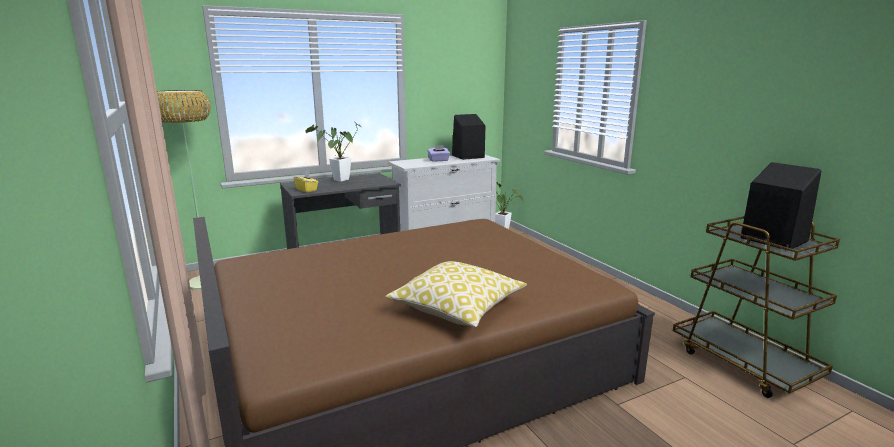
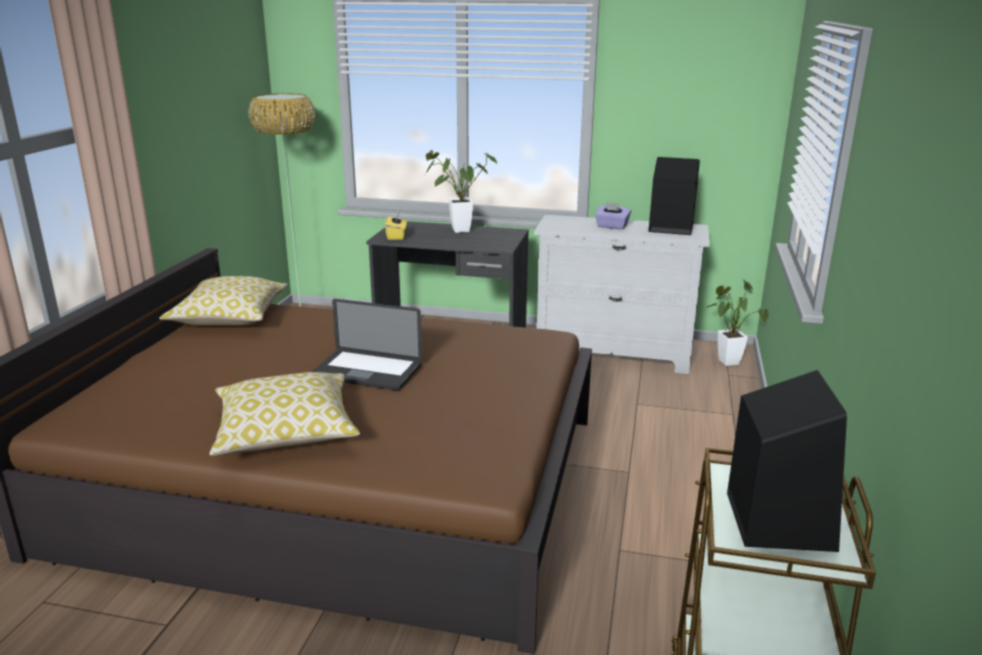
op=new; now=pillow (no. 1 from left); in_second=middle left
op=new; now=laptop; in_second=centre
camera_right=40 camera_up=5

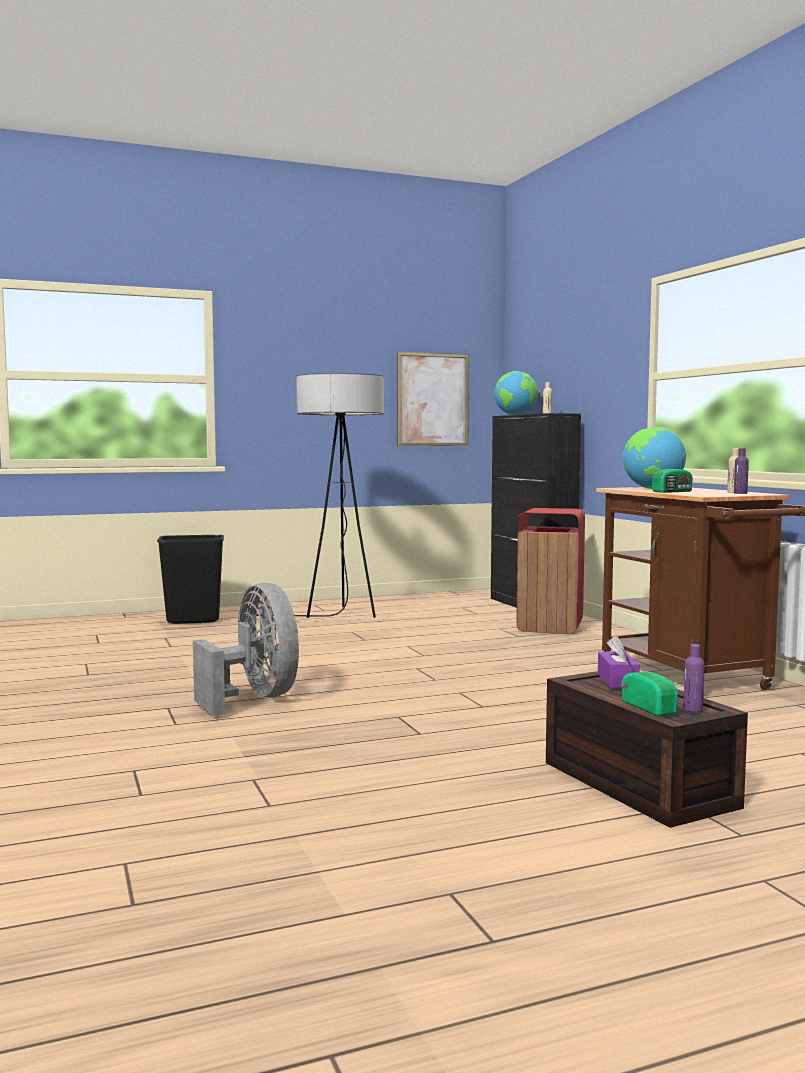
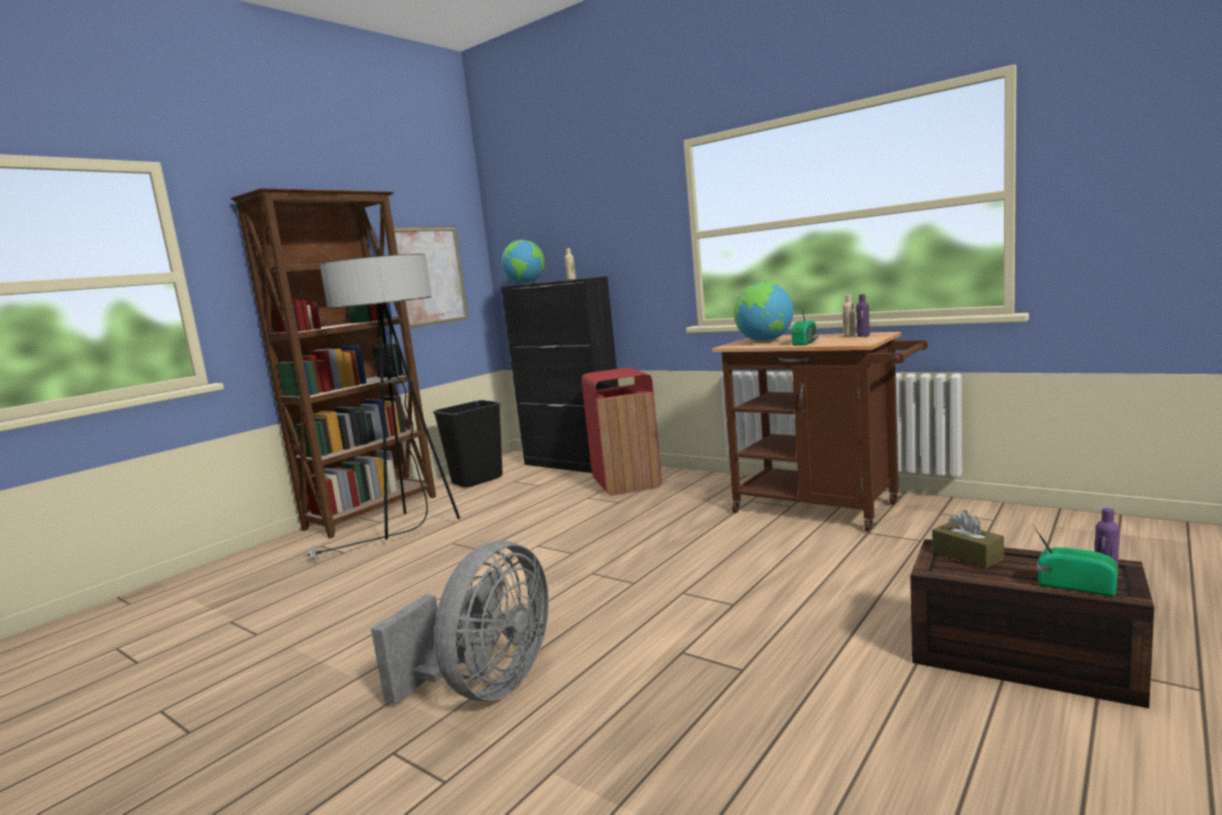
op=shifted; was=black_trash_can; in_first=middle left; in_second=centre
op=rotated; was=grey_fan; in_first=middle left; in_second=bottom centre; clockwise=90
op=repainted; was=purple_tissue_box; now=brown_tissue_box; in_first=middle right; in_second=middle right
op=new; now=brown_bookcase; in_second=middle left
camera_right=-30 camera_up=5

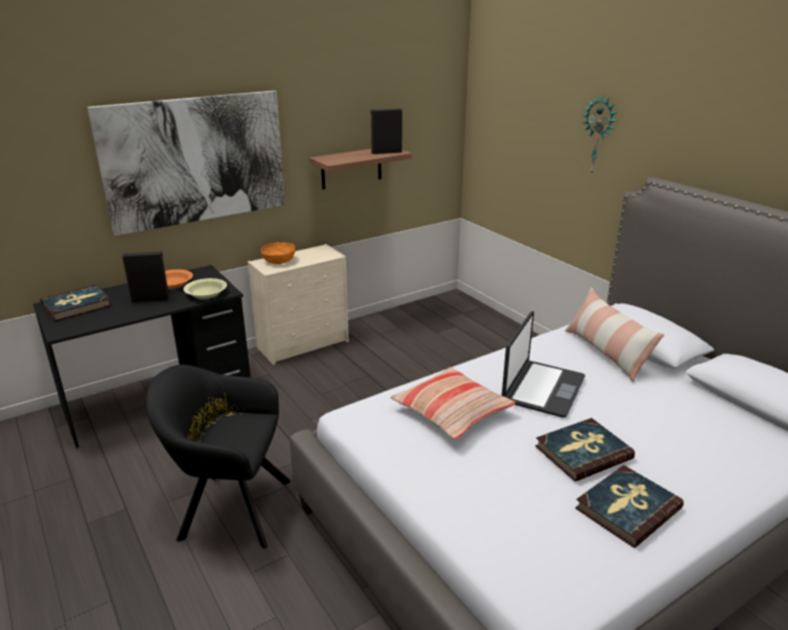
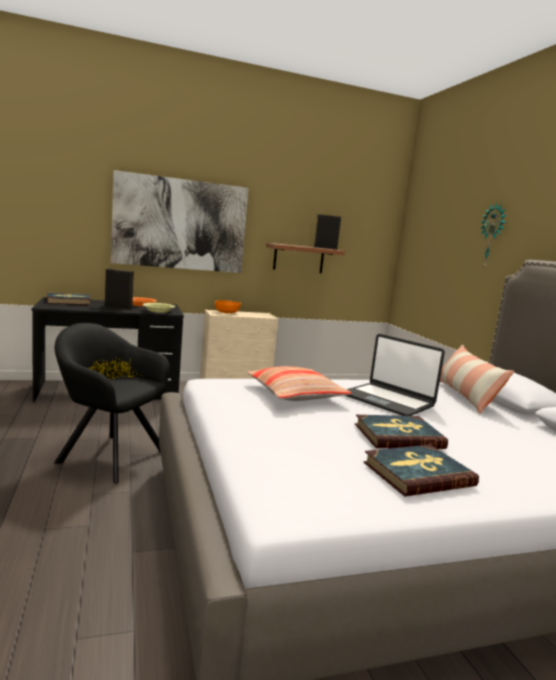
op=rotated; was=laptop; in_first=middle right; in_second=middle right; clockwise=90
camera_right=15 camera_up=-15

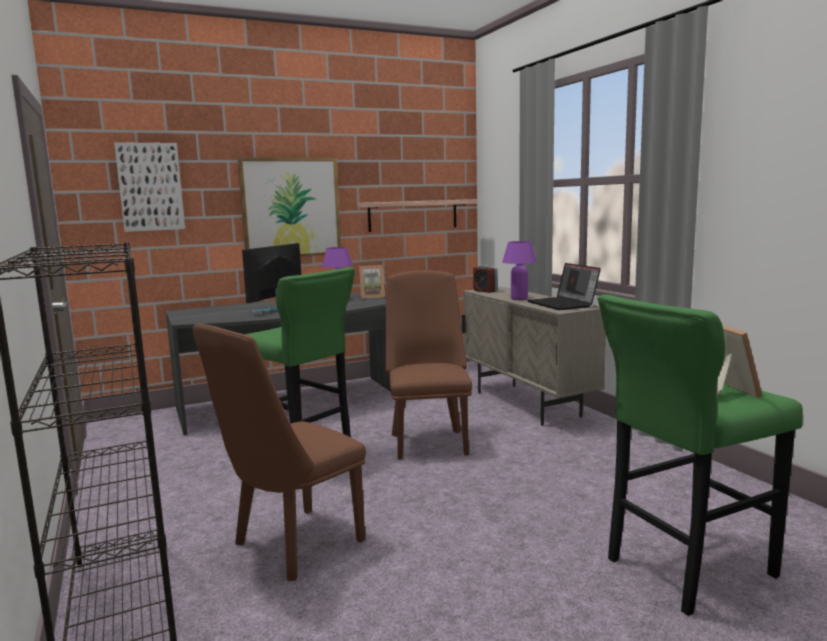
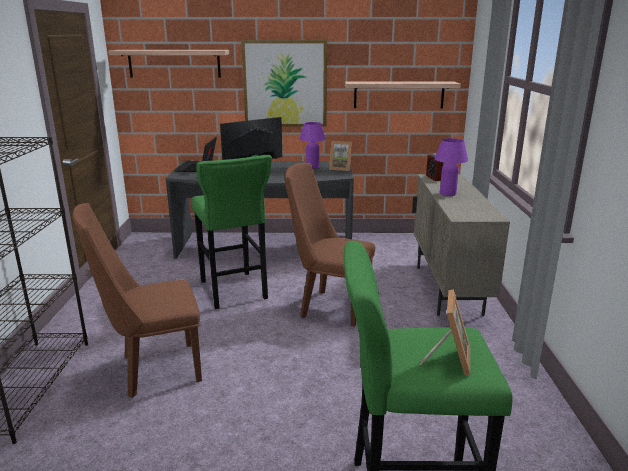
op=swapped; was=picture (no. 1 from left); now=shelf (no. 1 from left); in_first=top left; in_second=top left
op=rotated; was=brown_chair (no. 2 from left); in_first=centre; in_second=centre; clockwise=-90
op=shifted; was=laptop; in_first=middle right; in_second=top left
camera_right=25 camera_up=10

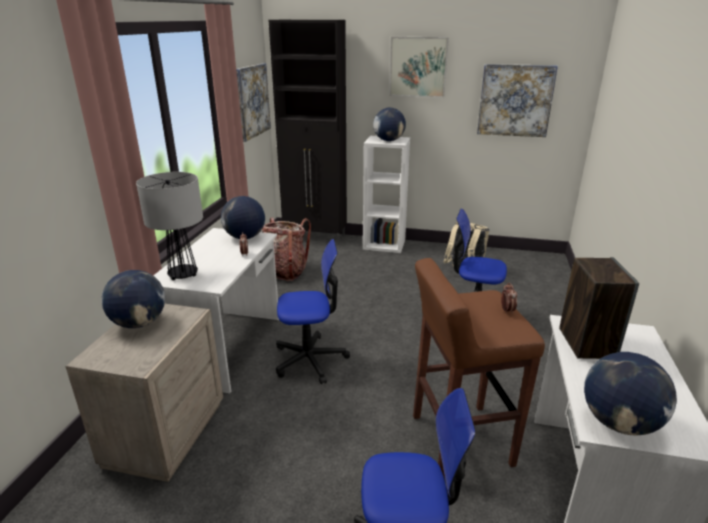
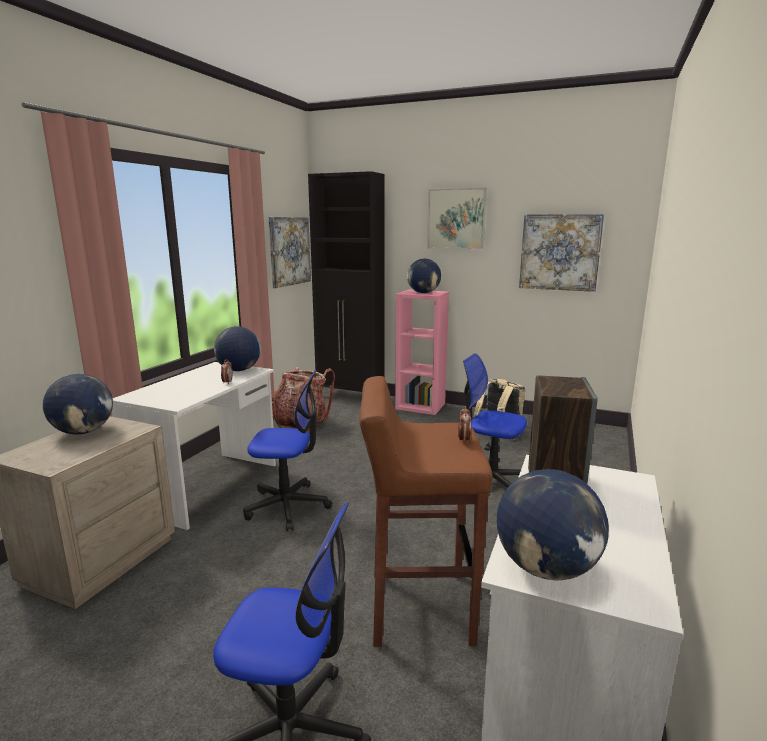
op=gone; was=table_lamp; in_first=middle left
op=repainted; was=white_bookcase; now=pink_bookcase; in_first=centre; in_second=centre
camera_right=10 camera_up=-10

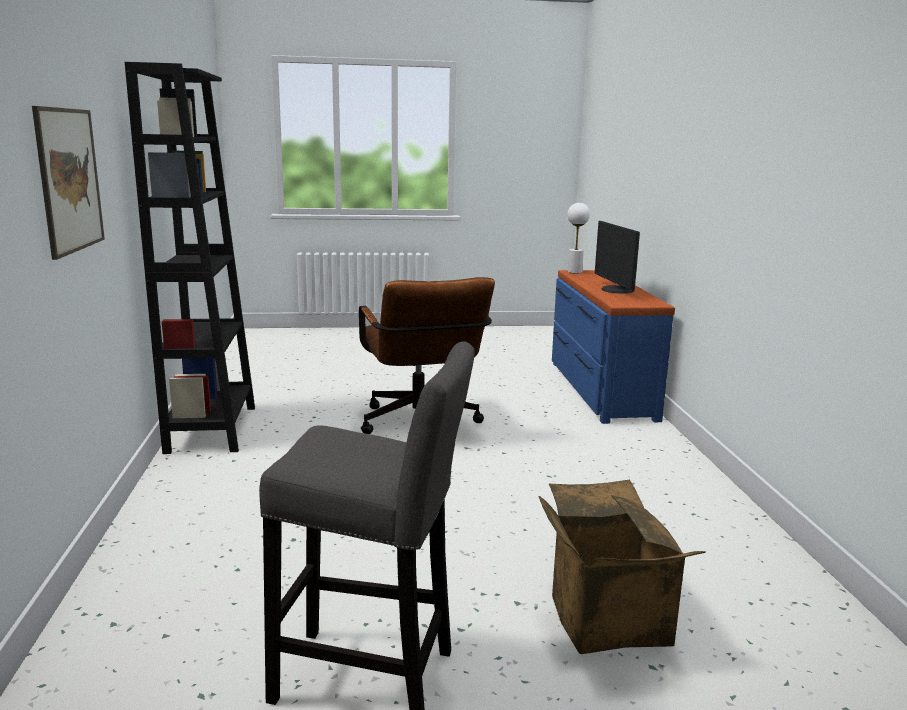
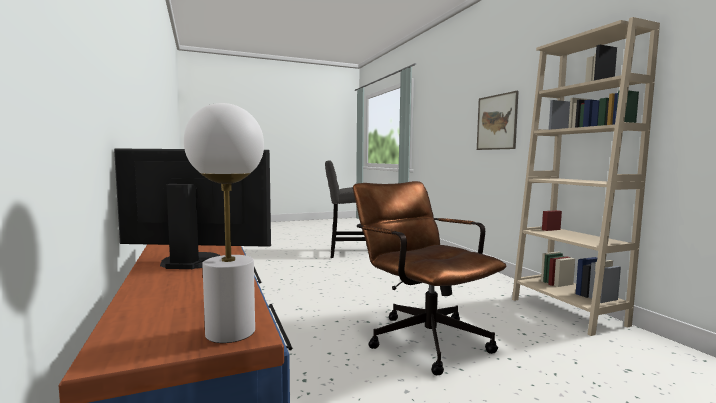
op=repainted; was=black_bookcase; now=beige_bookcase; in_first=middle left; in_second=middle right
op=gone; was=cardboard_box; in_first=bottom right
op=rotated; was=monitor; in_first=middle right; in_second=middle left; clockwise=-60
camera_right=165 camera_up=-10

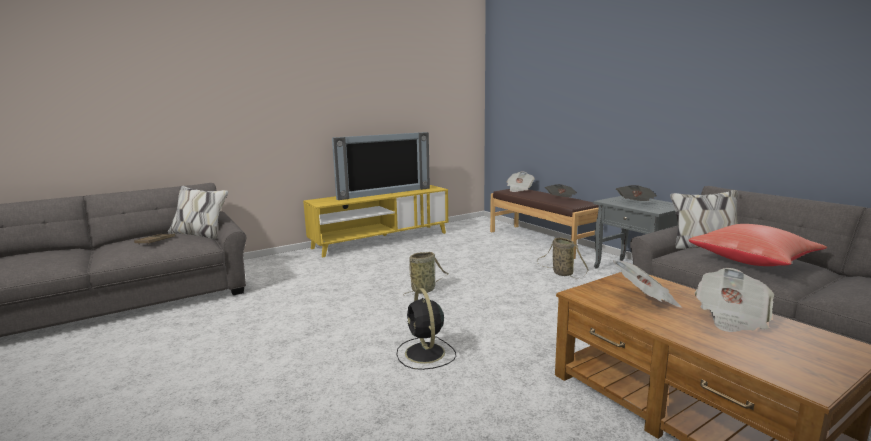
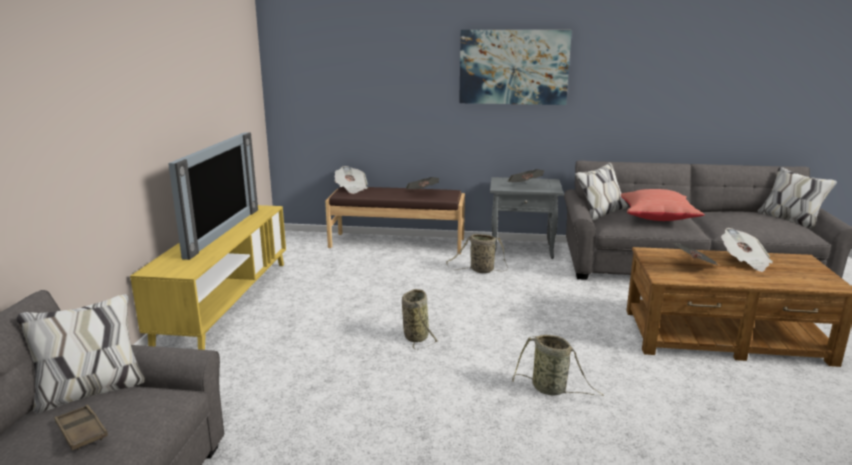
op=swapped; was=black_fan; now=basket (no. 3 from left); in_first=bottom centre; in_second=bottom centre
op=new; now=picture; in_second=top centre
camera_right=-50 camera_up=5

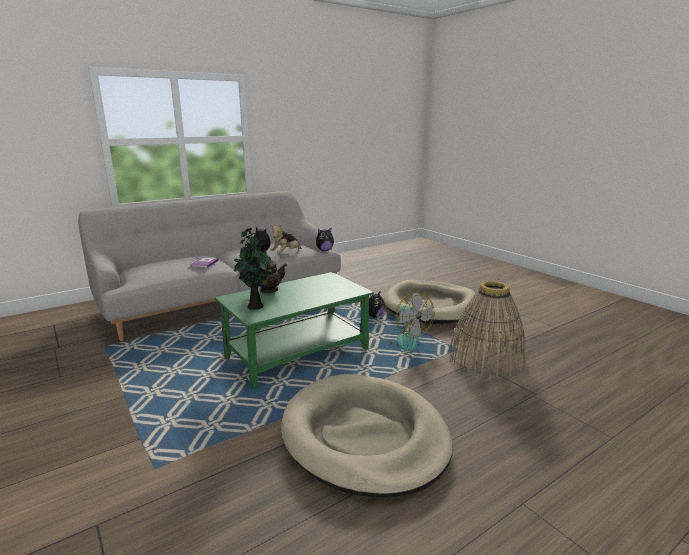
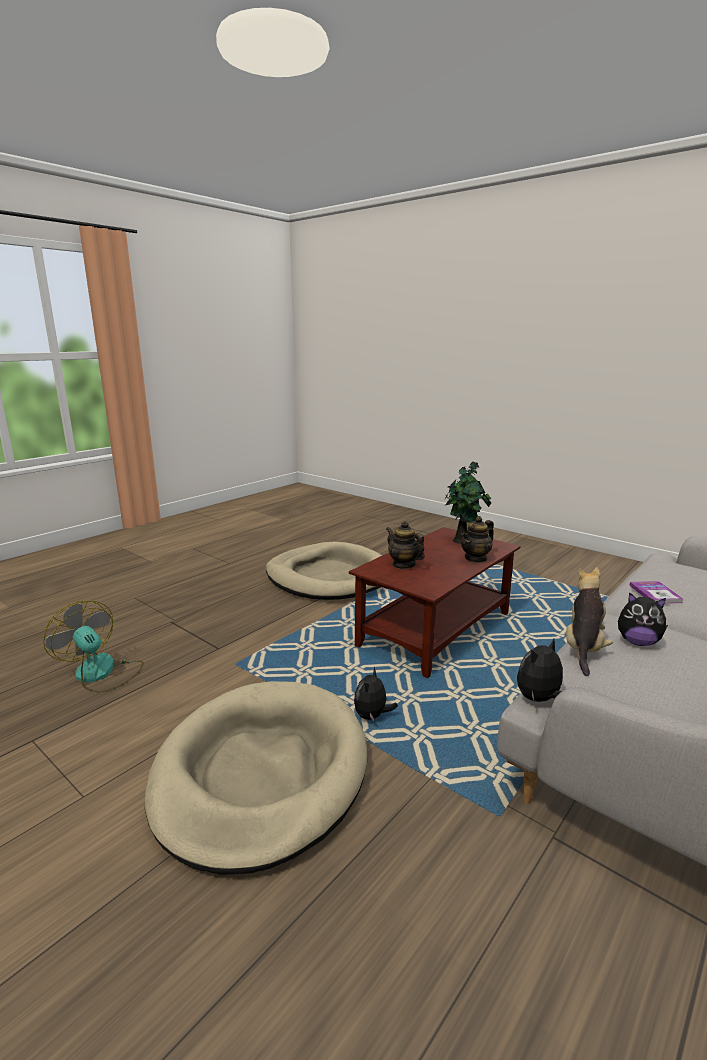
op=repainted; was=green_coffee_table; now=brown_coffee_table; in_first=centre; in_second=centre
op=shifted; was=fan; in_first=centre; in_second=middle left
op=gone; was=basket; in_first=middle right
op=new; now=teapot (no. 1 from left); in_second=centre
camera_right=165 camera_up=0

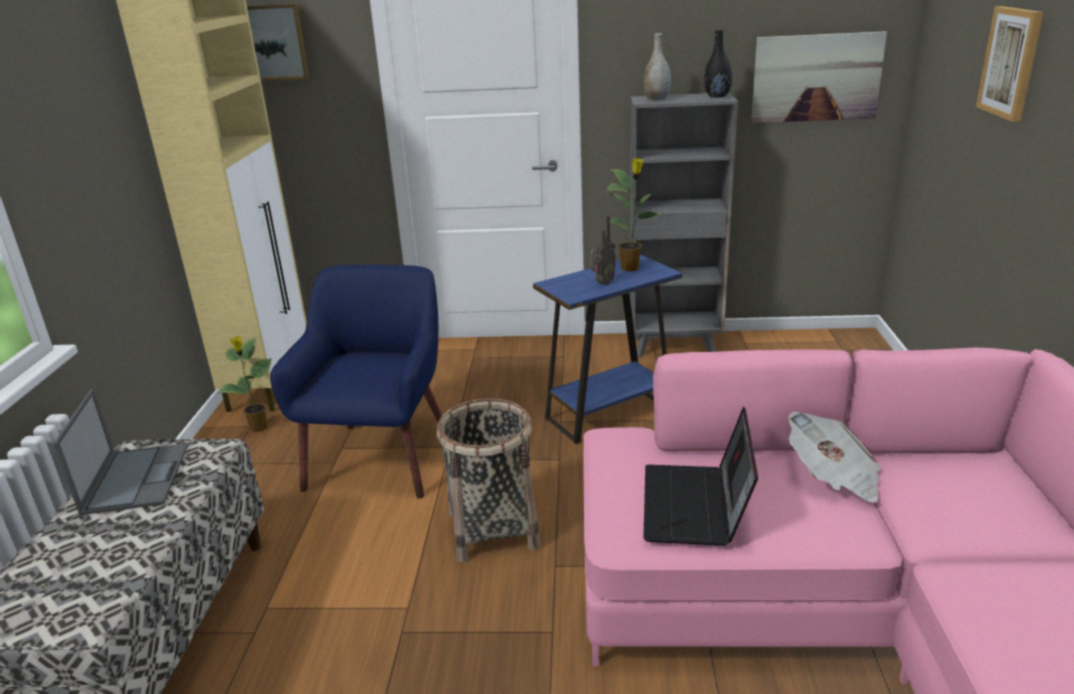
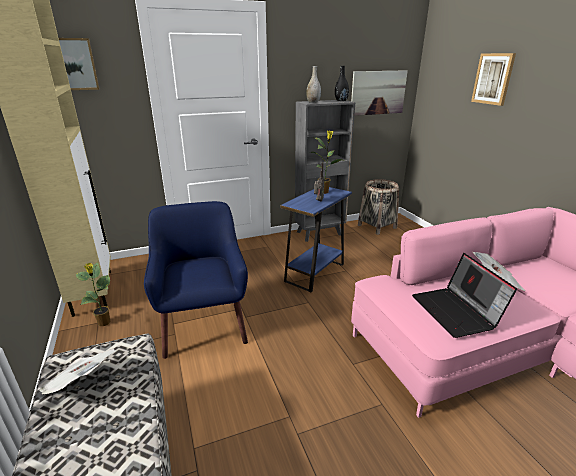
op=swapped; was=laptop (no. 1 from left); now=newspaper (no. 1 from left); in_first=middle left; in_second=bottom left
op=shifted; was=basket; in_first=bottom centre; in_second=centre
camera_right=-25 camera_up=0

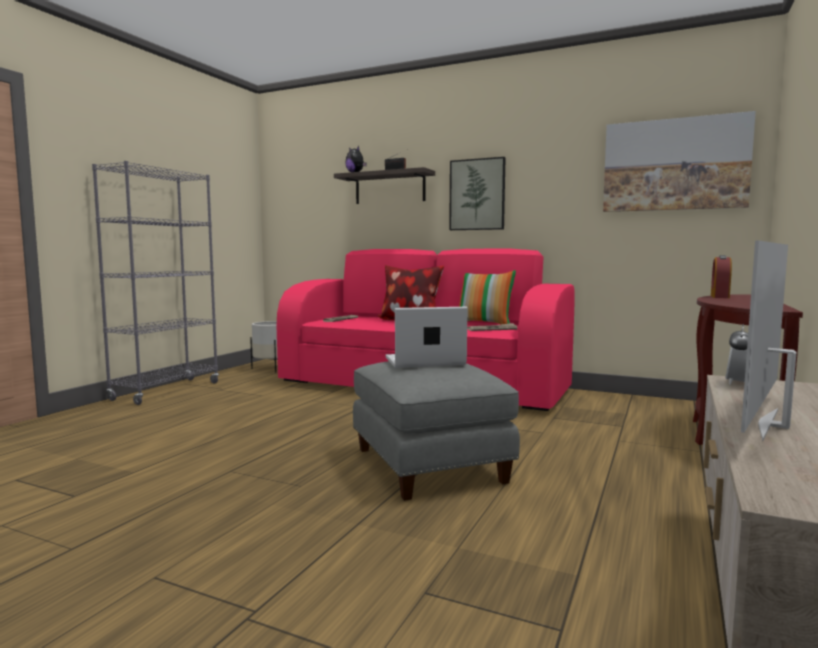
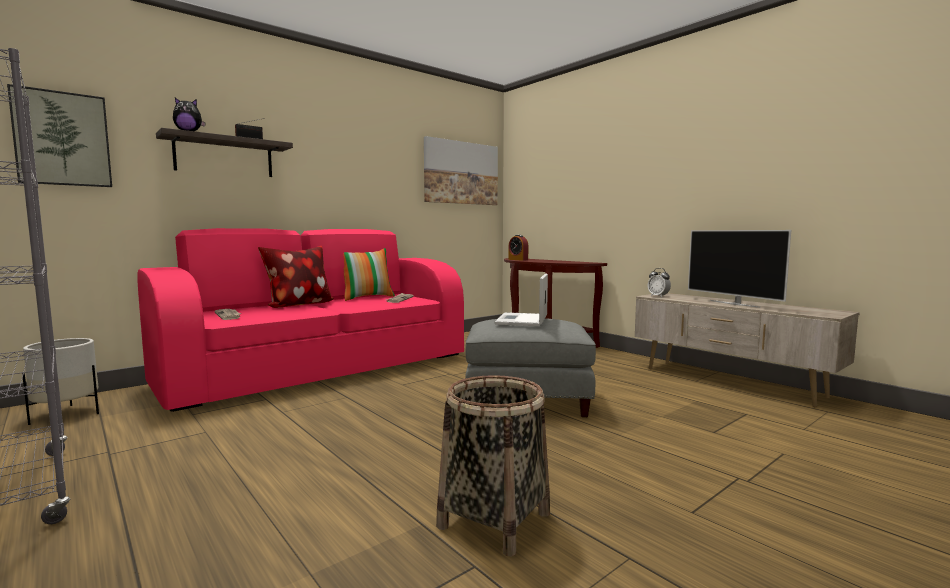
op=shifted; was=picture (no. 1 from left); in_first=top centre; in_second=top left
op=new; now=basket; in_second=bottom centre
camera_right=-65 camera_up=0

